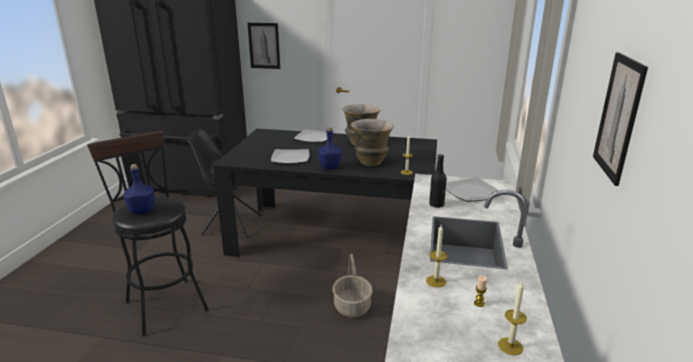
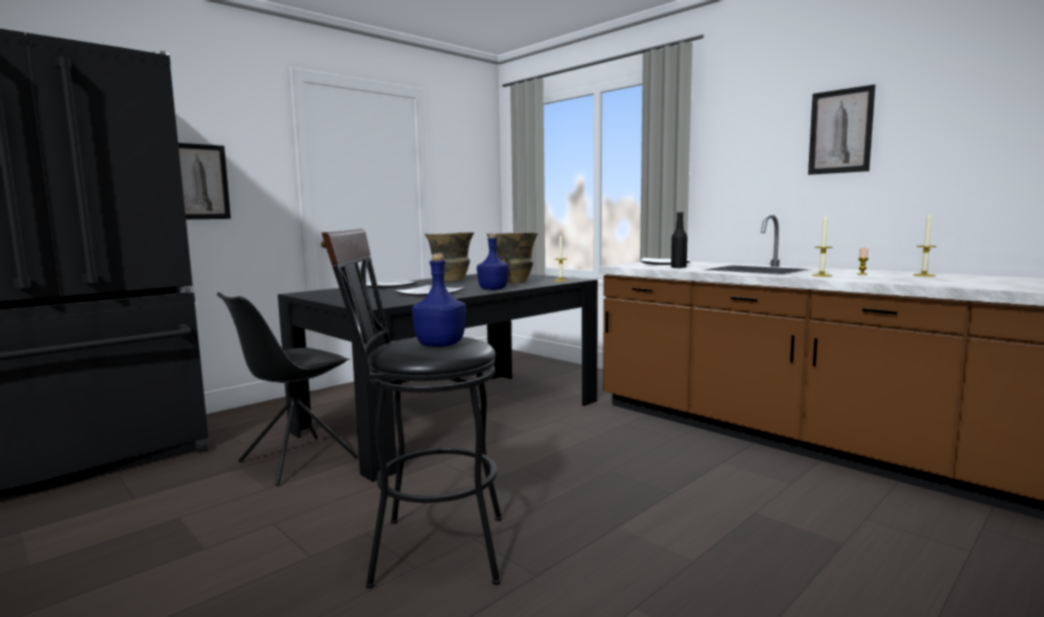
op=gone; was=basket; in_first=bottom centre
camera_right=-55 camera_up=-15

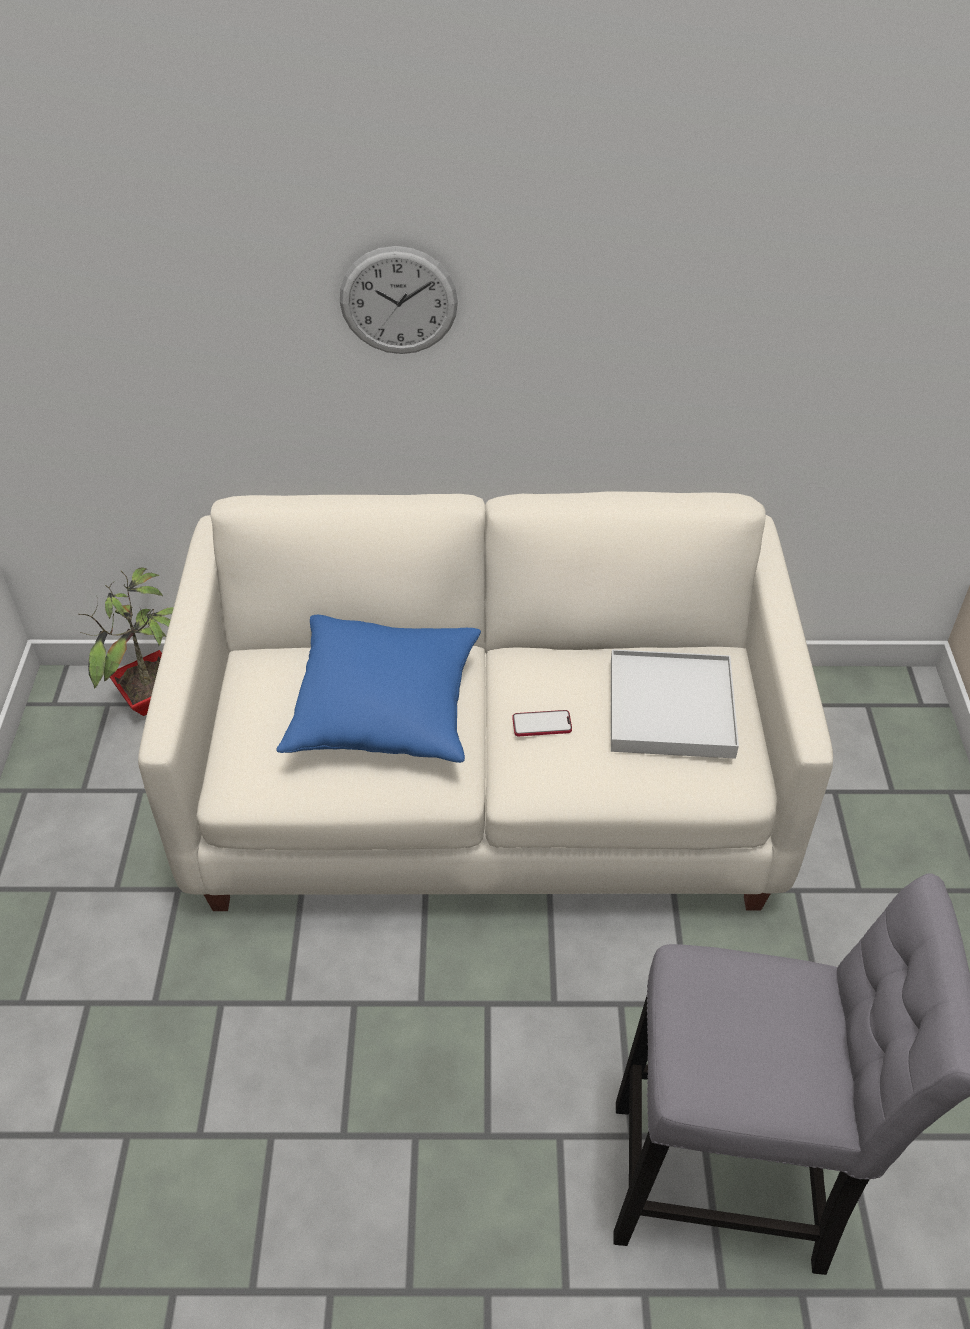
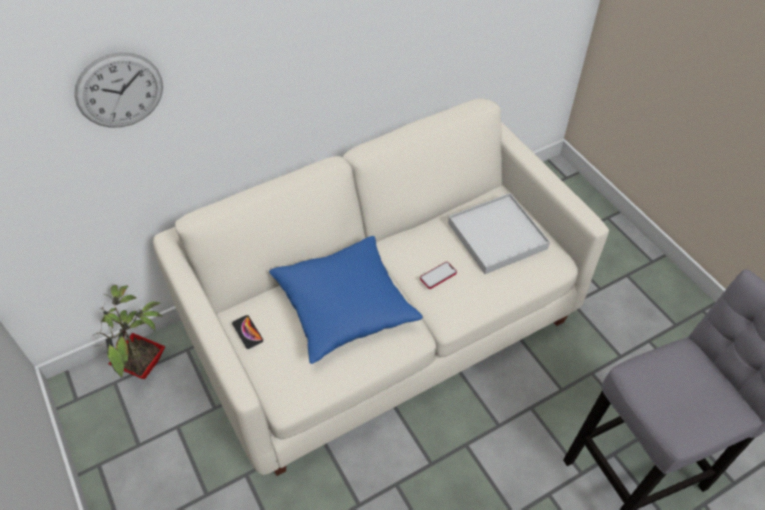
op=shifted; was=wall_clock; in_first=top centre; in_second=top left
op=new; now=phone (no. 1 from left); in_second=middle left
camera_right=-30 camera_up=5

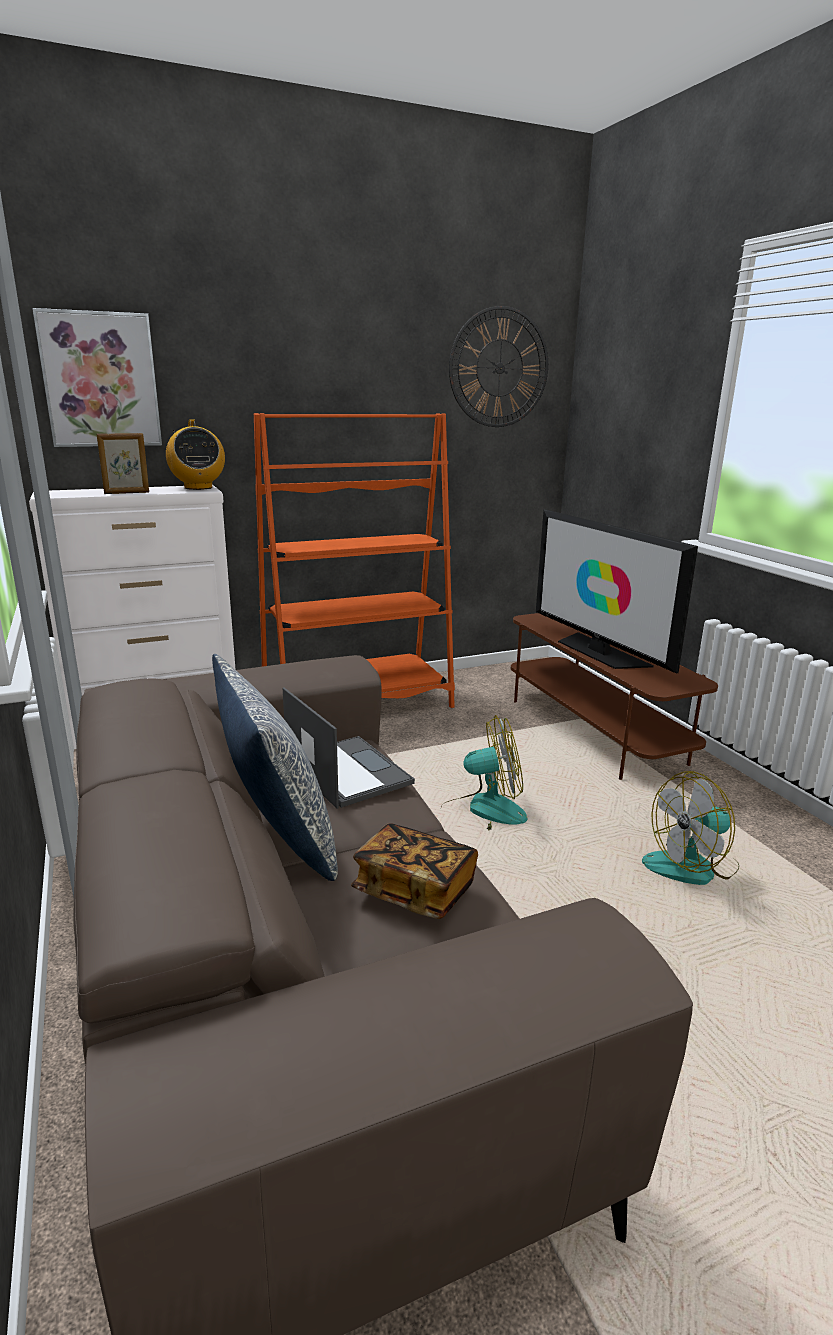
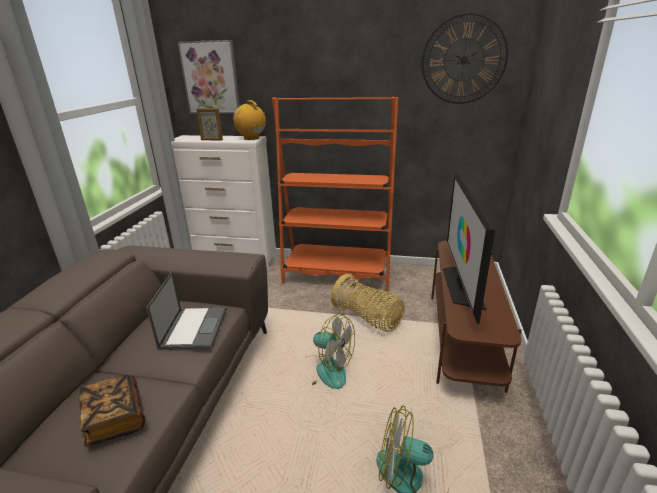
op=rotated; was=radio; in_first=middle left; in_second=top centre; clockwise=120
op=gone; was=pillow; in_first=middle left
op=new; now=basket; in_second=centre
camera_right=35 camera_up=5

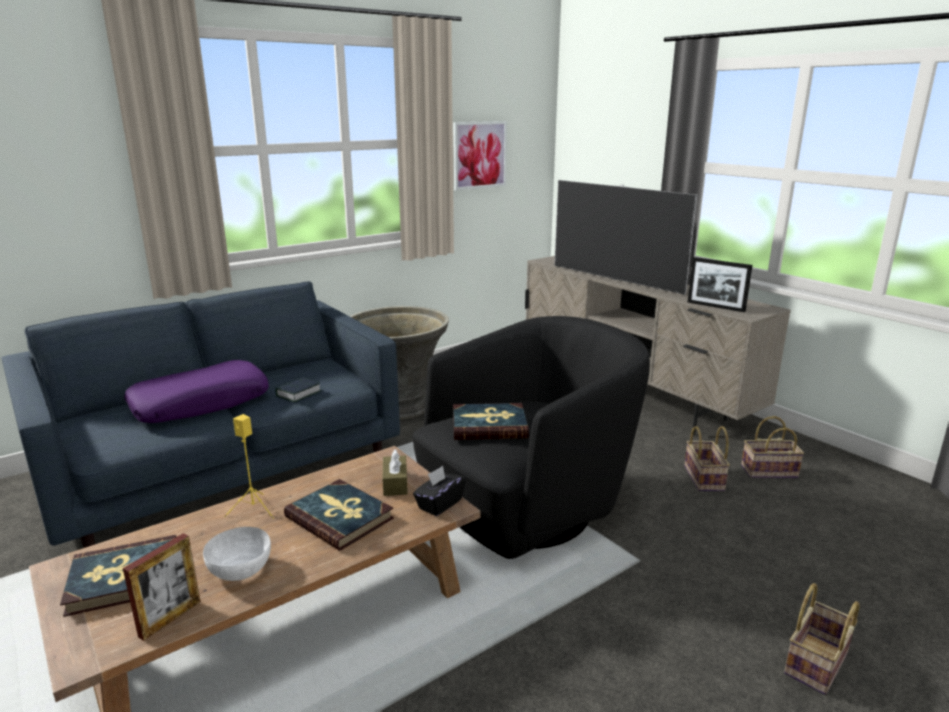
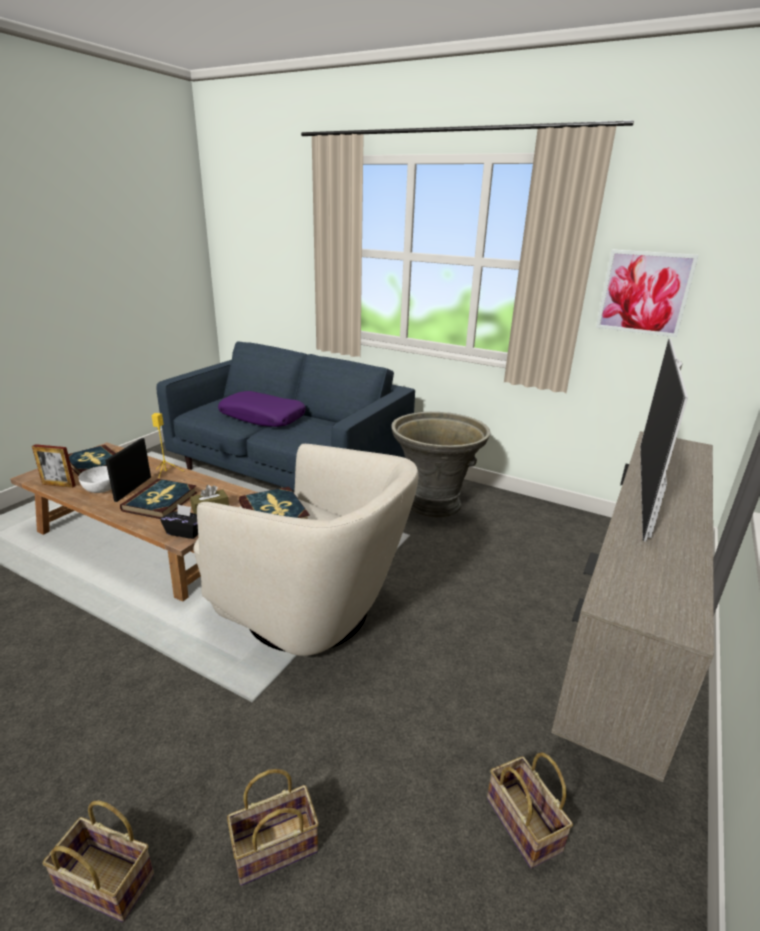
op=gone; was=book (no. 2 from left); in_first=middle left
op=repainted; was=black_armchair; now=beige_armchair; in_first=centre; in_second=centre
op=shifted; was=basket (no. 1 from left in the first image); now=basket (no. 2 from left); in_first=middle right; in_second=bottom centre
op=shifted; was=picture_frame (no. 2 from left); in_first=middle right; in_second=middle left
camera_right=65 camera_up=5

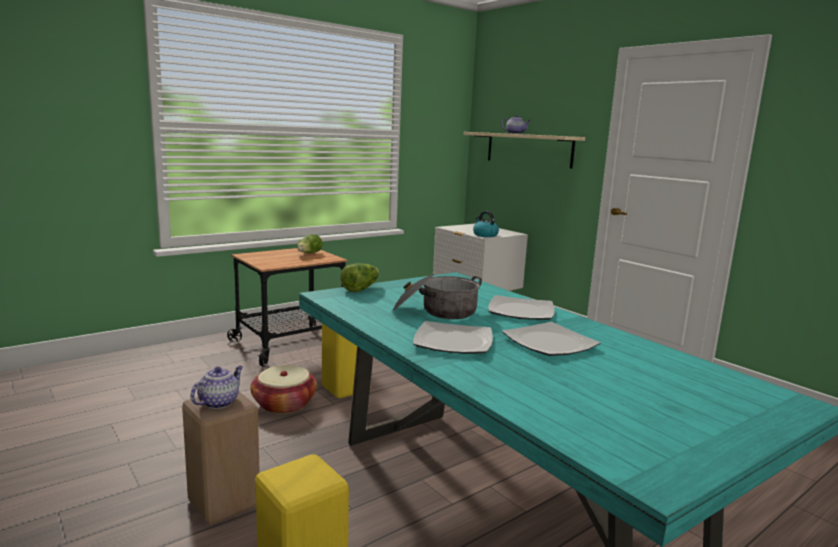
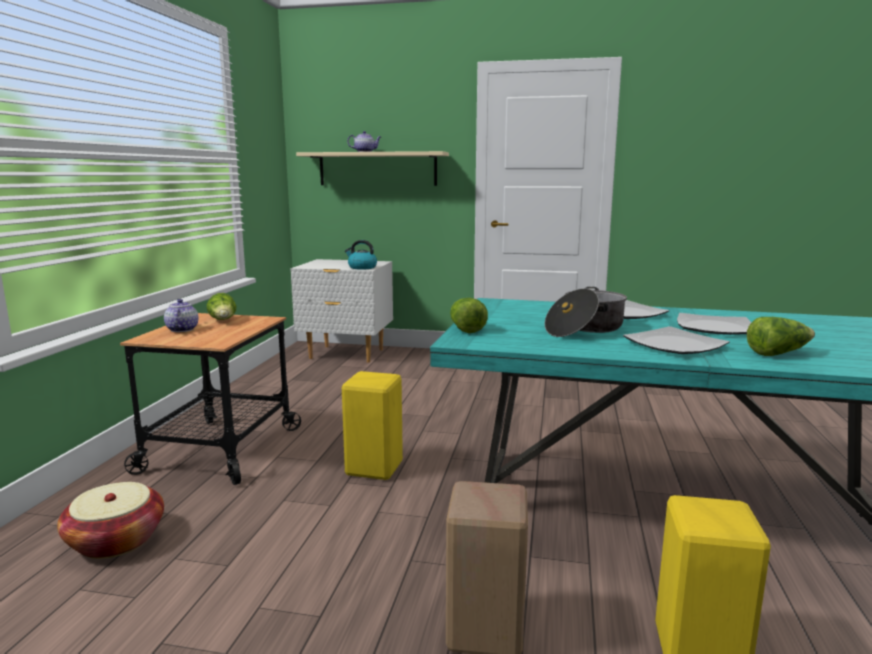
op=shifted; was=teapot (no. 1 from left); in_first=bottom left; in_second=middle left
op=shifted; was=basket; in_first=bottom centre; in_second=bottom left
op=new; now=lettuce (no. 3 from left); in_second=middle right
camera_right=-40 camera_up=0

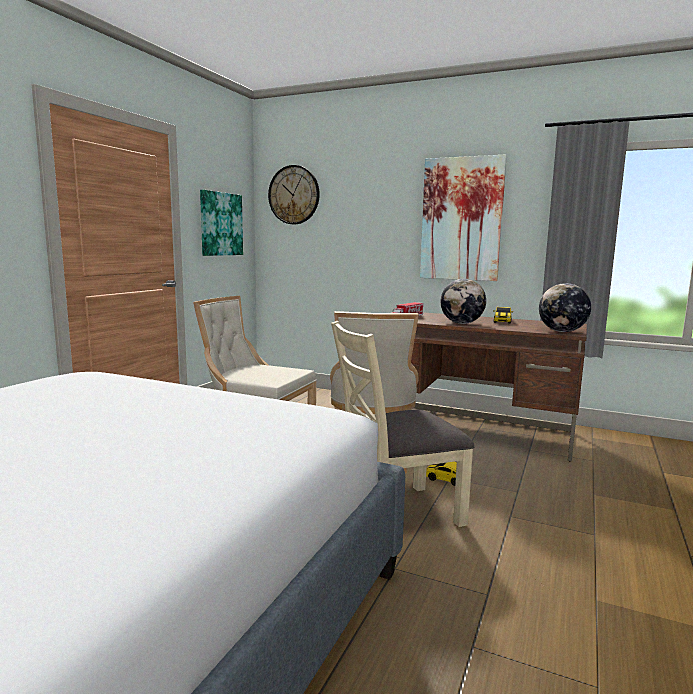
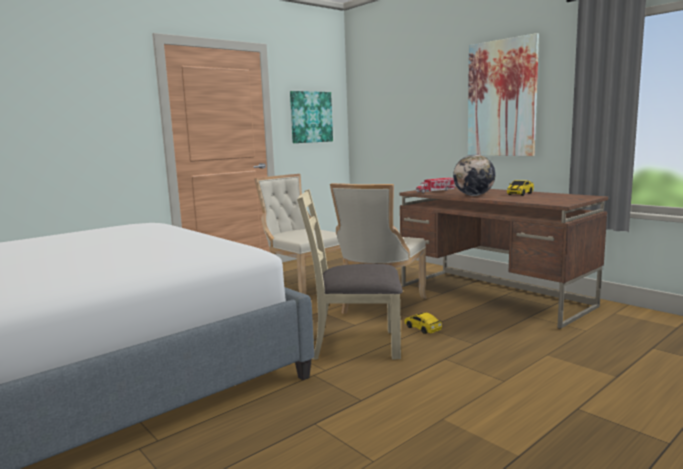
op=gone; was=wall_clock; in_first=top centre
op=gone; was=globe (no. 2 from left); in_first=middle right
camera_right=25 camera_up=0

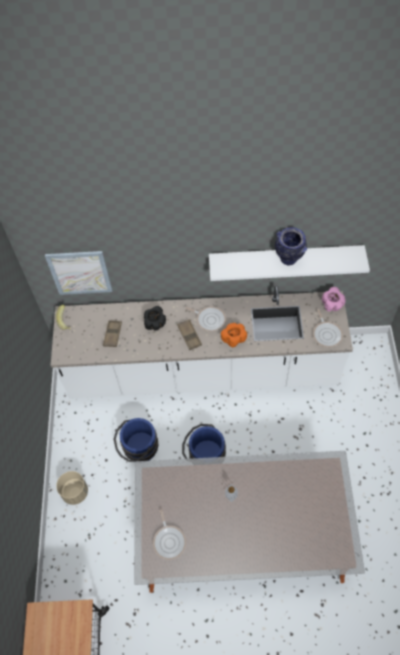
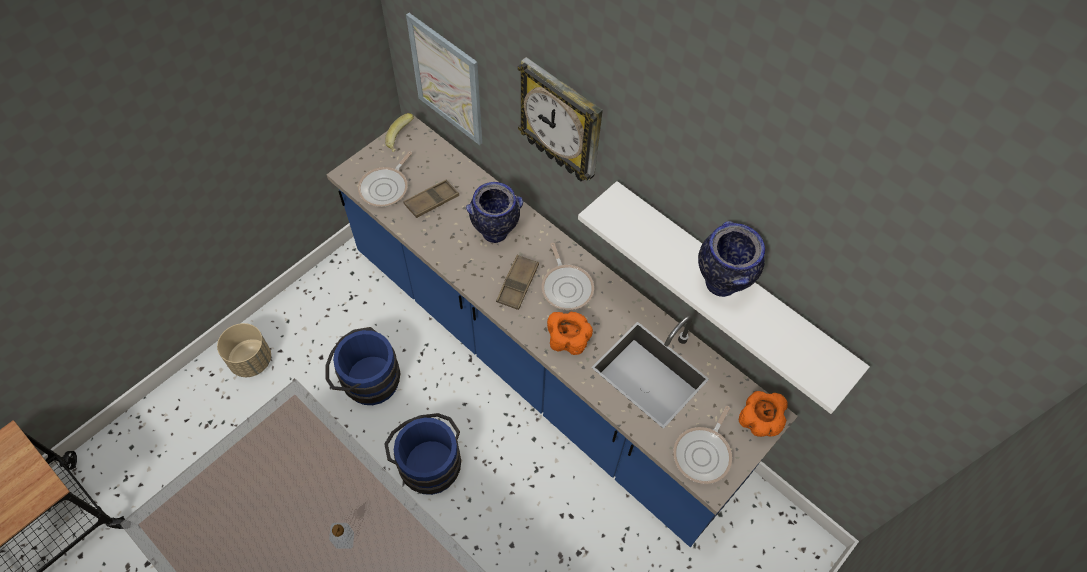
op=repainted; was=white_counter; now=blue_counter; in_first=centre; in_second=centre
op=swapped; was=black_bowl; now=vase (no. 1 from left); in_first=centre; in_second=centre
op=shifted; was=frying_pan (no. 1 from left); in_first=bottom centre; in_second=top centre
op=repainted; was=pink_bowl; now=orange_bowl (no. 2 from left); in_first=middle right; in_second=bottom right
op=new; now=wall_clock; in_second=top centre
camera_right=40 camera_up=0

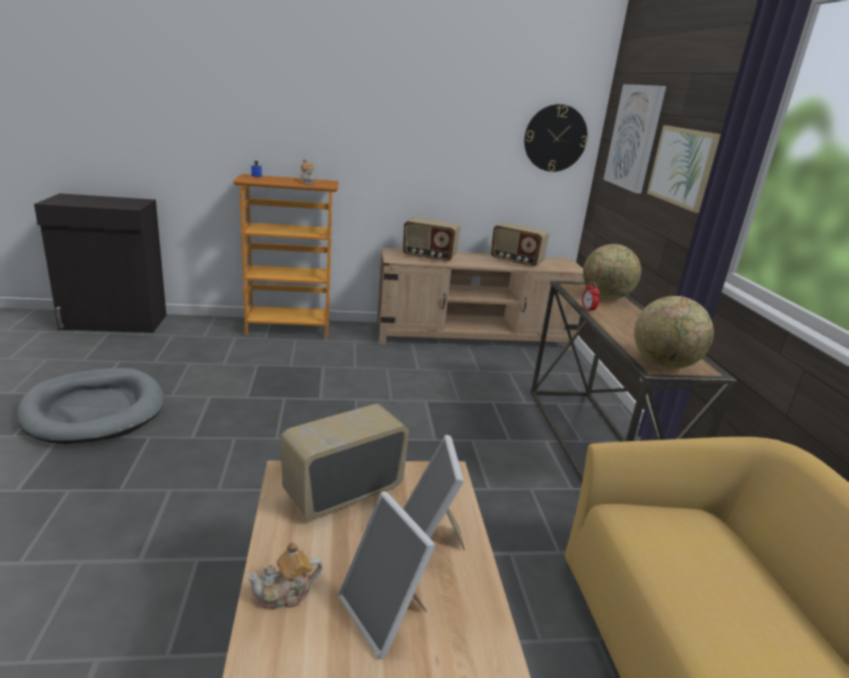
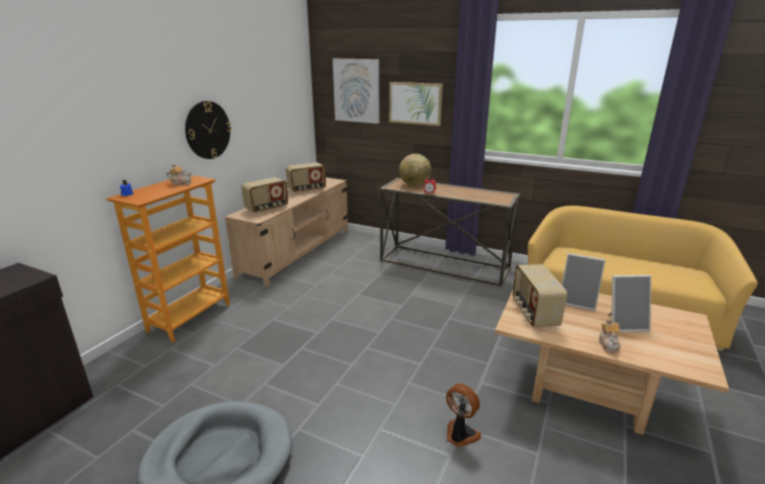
op=shifted; was=wall_clock; in_first=top centre; in_second=top left
op=gone; was=globe (no. 2 from left); in_first=middle right
op=new; now=fan; in_second=bottom centre
camera_right=-55 camera_up=0

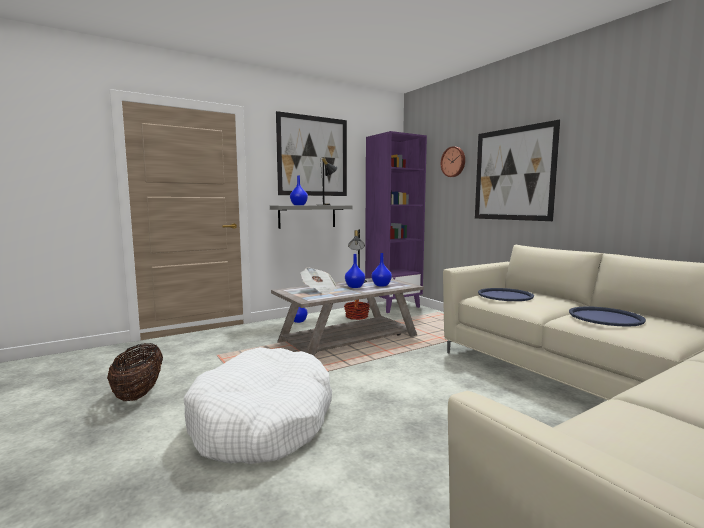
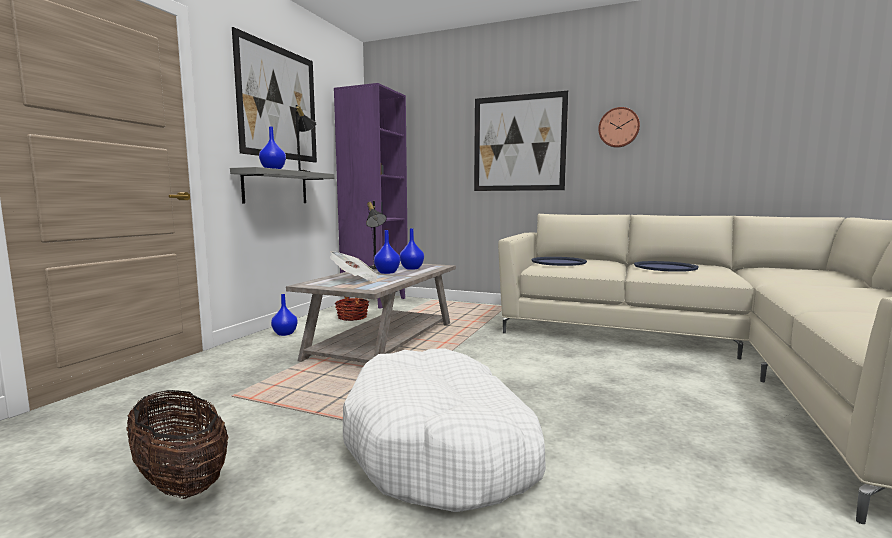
op=shifted; was=wall_clock; in_first=top centre; in_second=top right
camera_right=-35 camera_up=0

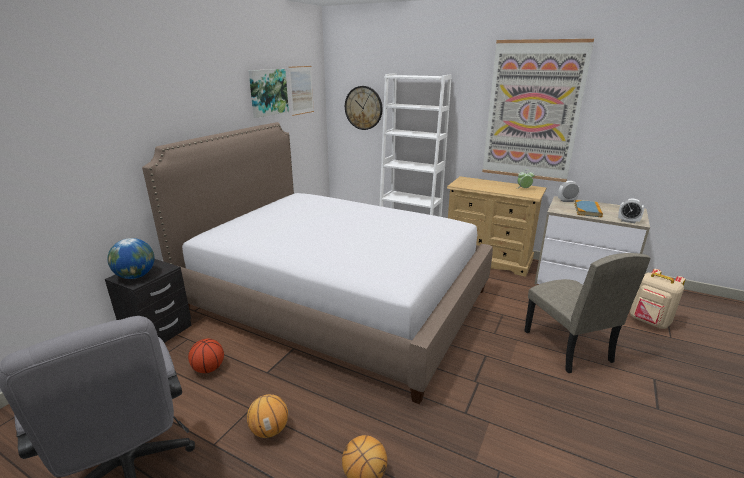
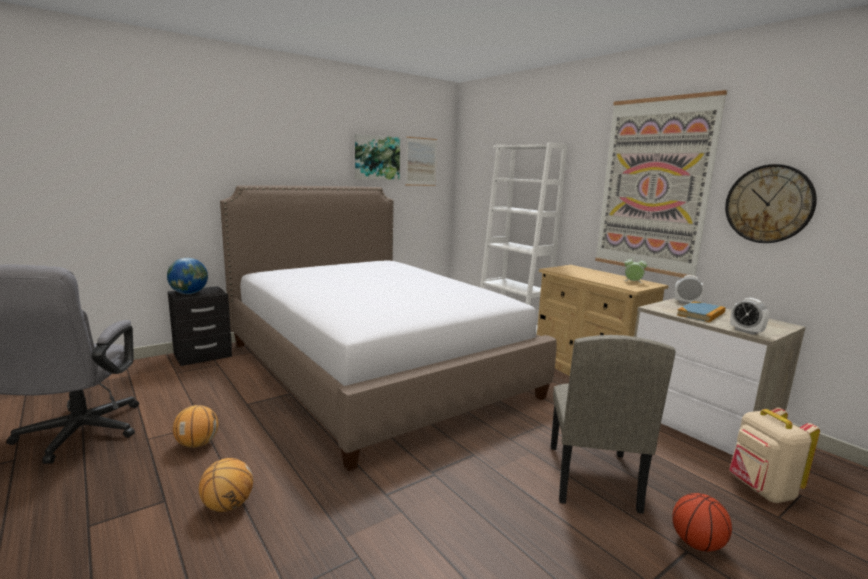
op=shifted; was=basketball (no. 1 from left in the first image); now=basketball (no. 3 from left); in_first=bottom left; in_second=bottom right
op=shifted; was=wall_clock; in_first=top centre; in_second=middle right
camera_right=25 camera_up=-10

